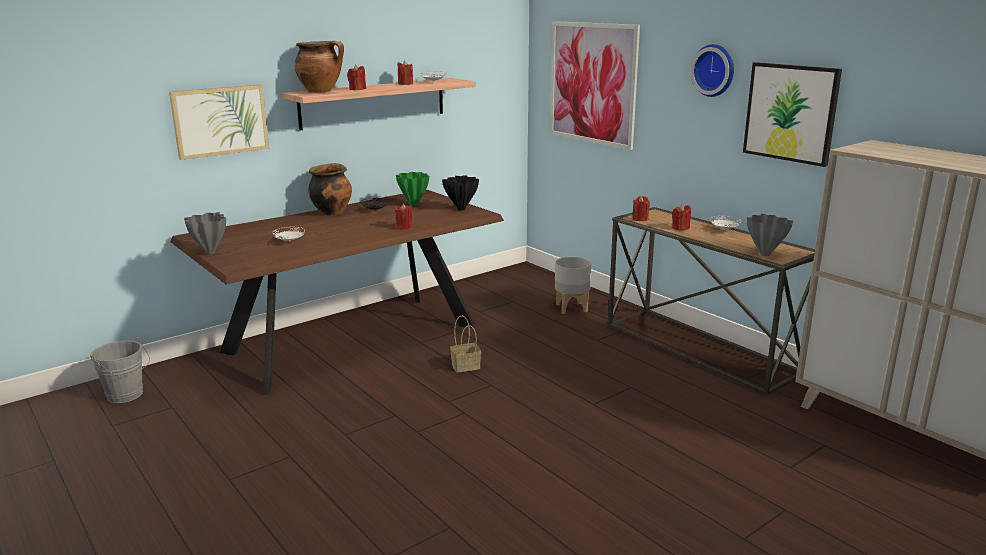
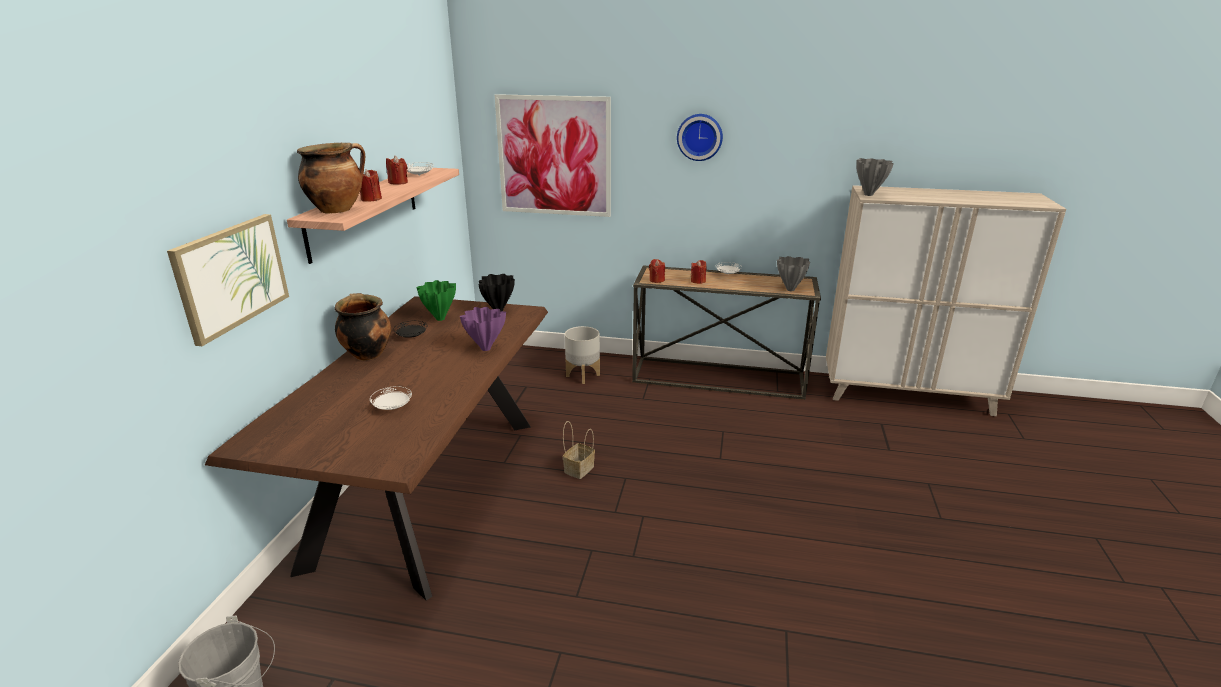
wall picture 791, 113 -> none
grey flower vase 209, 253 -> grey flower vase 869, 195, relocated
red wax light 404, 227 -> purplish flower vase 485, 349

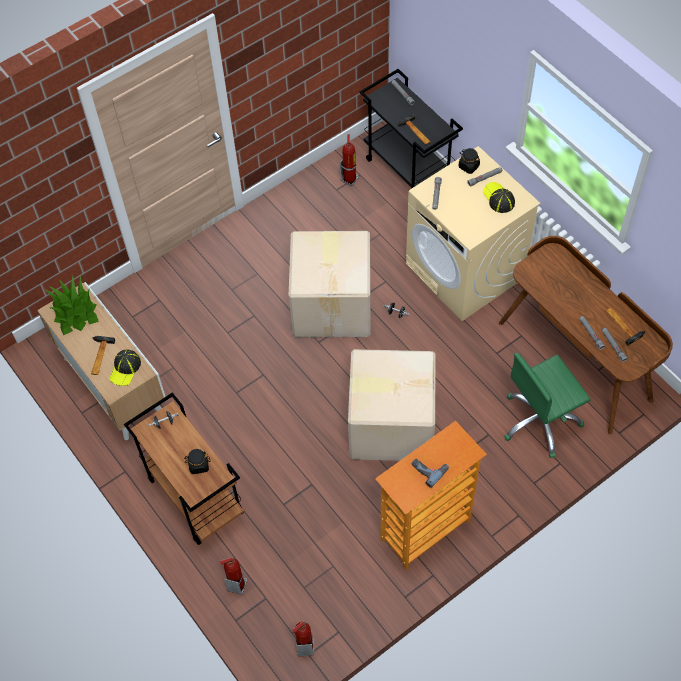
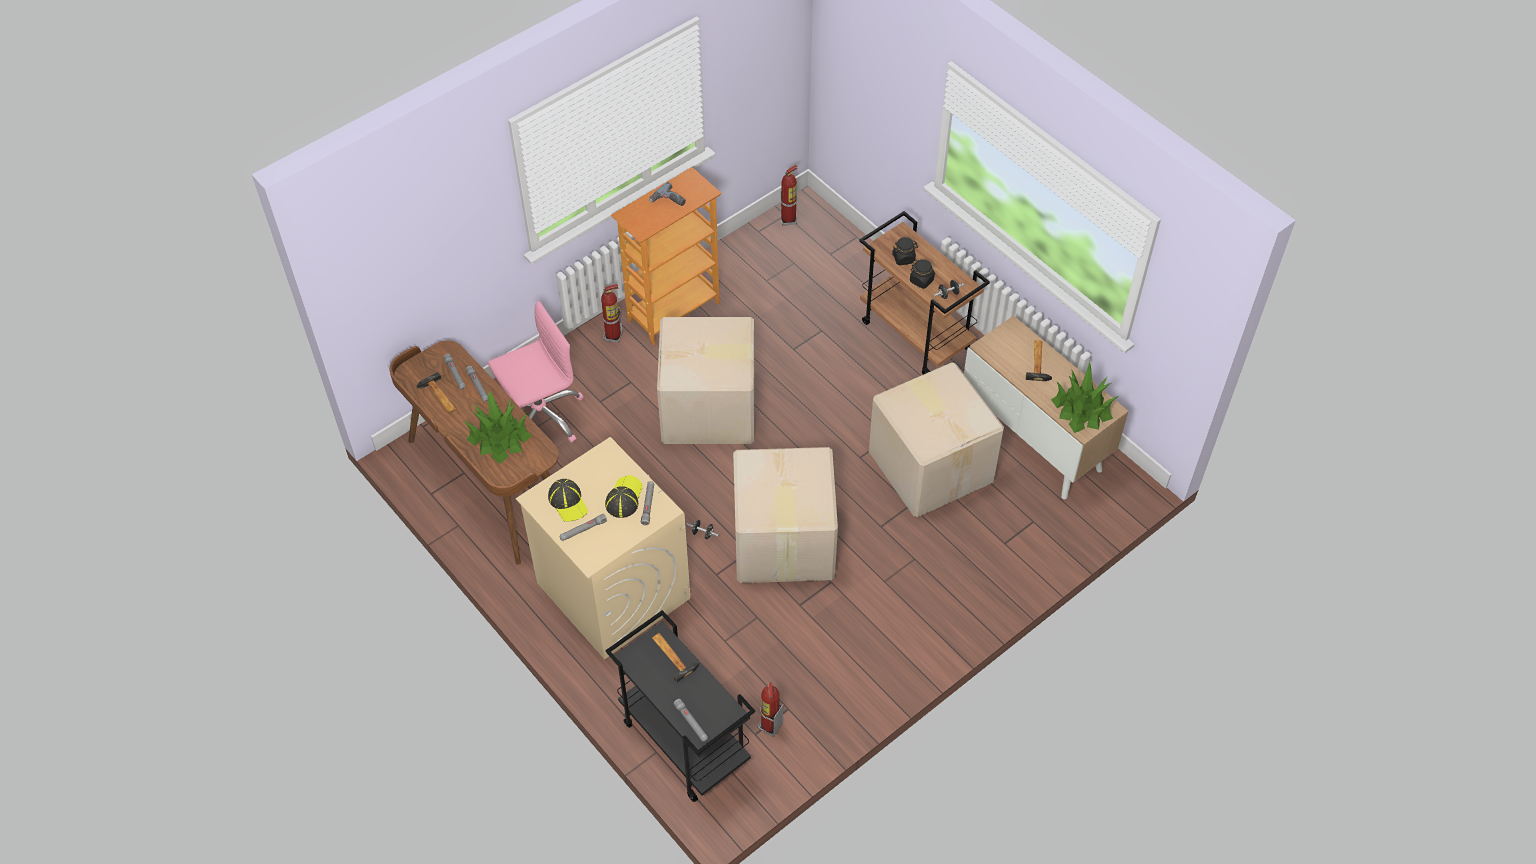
none -> houseplant 499, 437
none -> carton 931, 465
peaked cap 125, 369 -> peaked cap 624, 498, relocated
fire-fighting cylinder 236, 585 -> fire-fighting cylinder 613, 336, relocated
black jar 468, 166 -> black jar 921, 280, relocated
green computer chair 540, 421 -> pinkish computer chair 540, 416

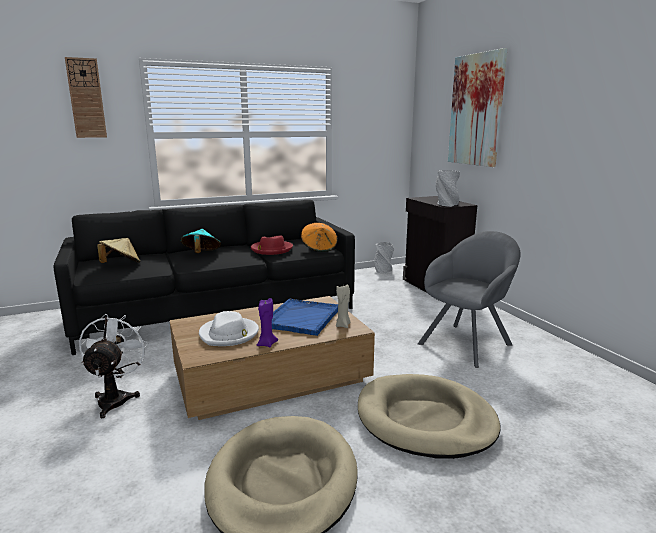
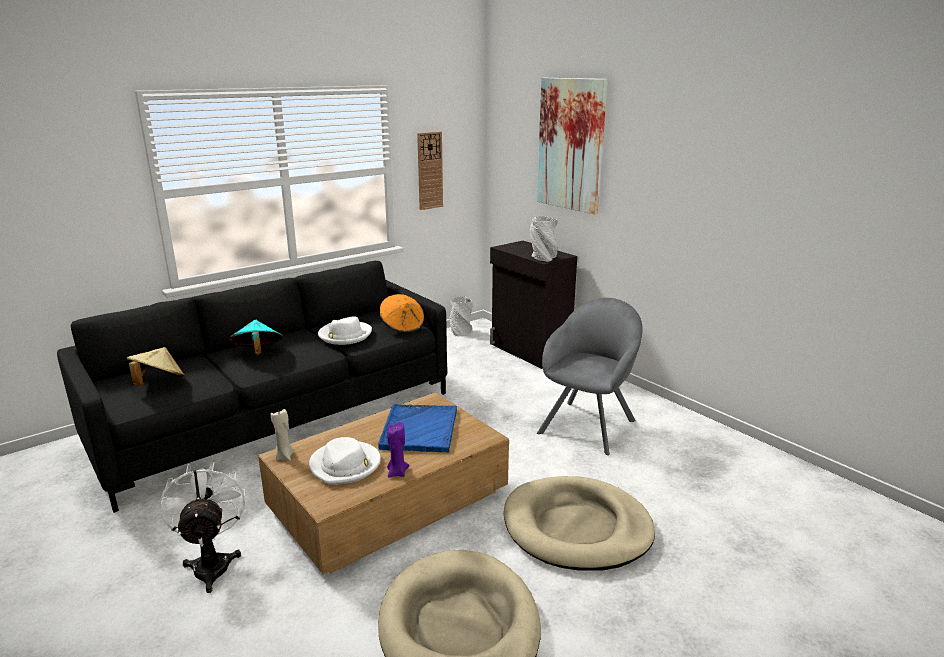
wall clock 86, 98 -> wall clock 429, 170, relocated
sand-coloured wax light 343, 325 -> sand-coloured wax light 285, 457, relocated
red hat 271, 249 -> white hat 344, 335

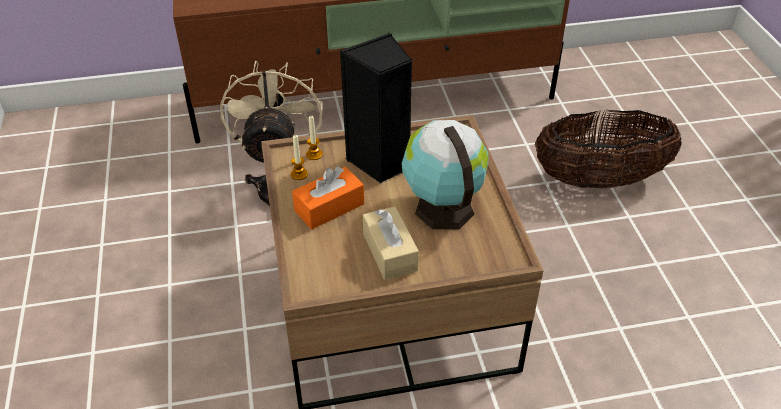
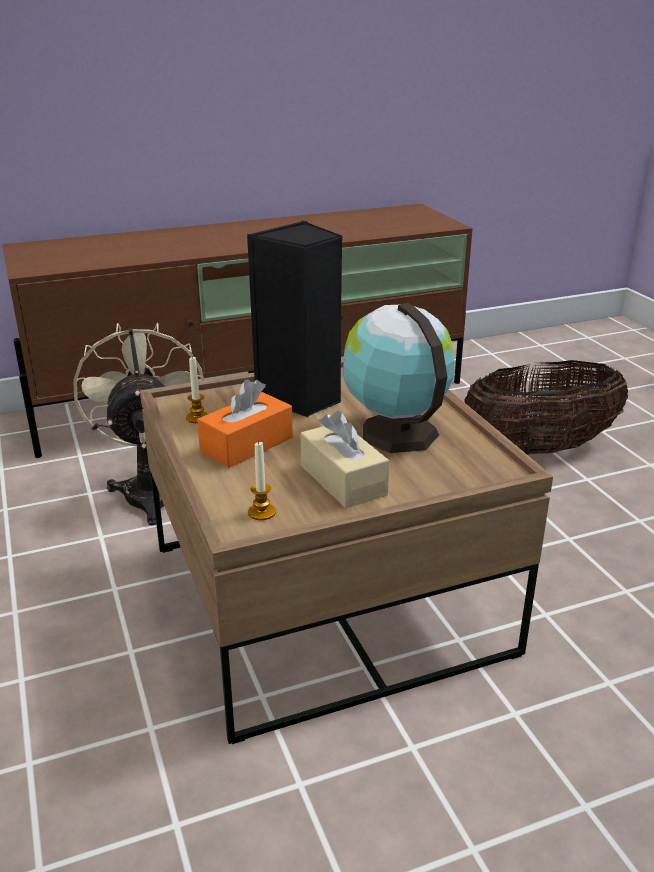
wax light 314, 154 -> wax light 261, 512, relocated

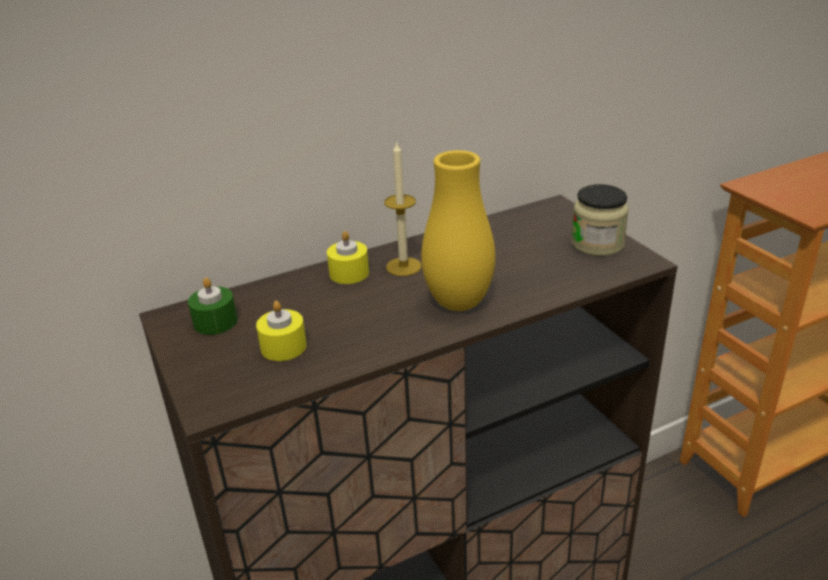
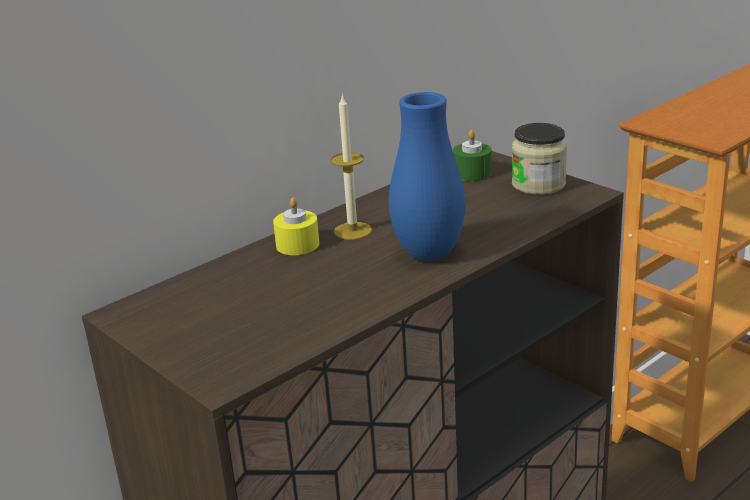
yellowish wax light 283, 347 -> none
green wax light 215, 322 -> green wax light 472, 173, relocated
yellowish flower vase 458, 303 -> blue flower vase 428, 254

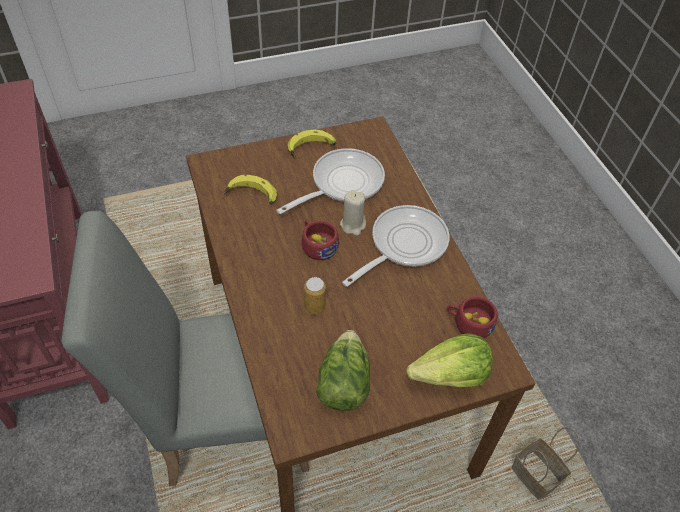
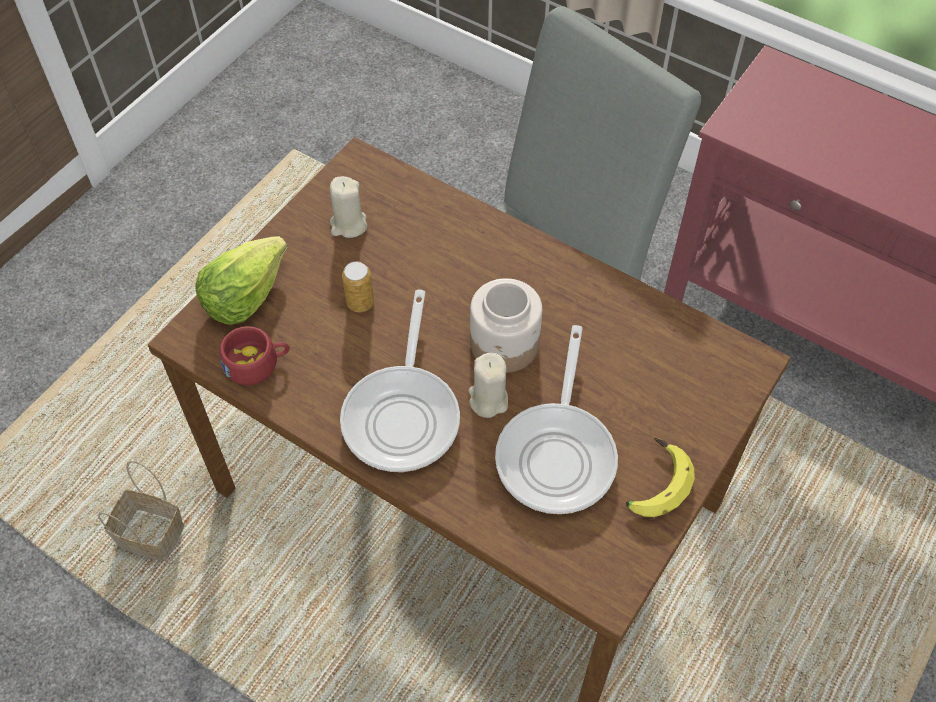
banana fruit 251, 196 -> none
sealed can 314, 307 -> sealed can 360, 303, relocated
red cup 317, 245 -> jar 505, 345
lettuce 343, 382 -> sand-coloured wax light 348, 225

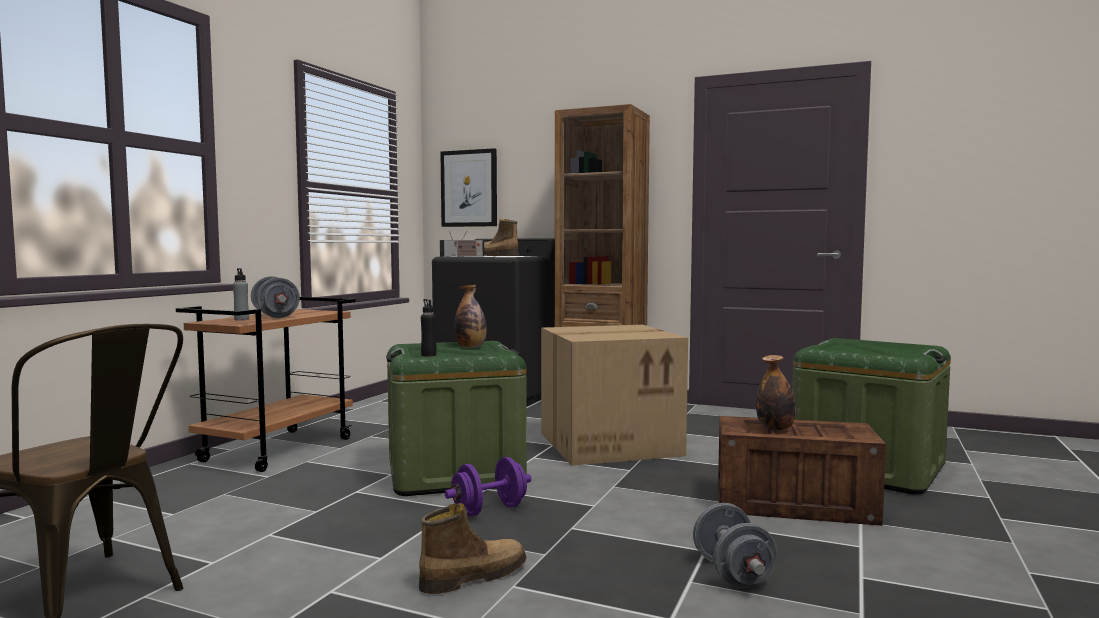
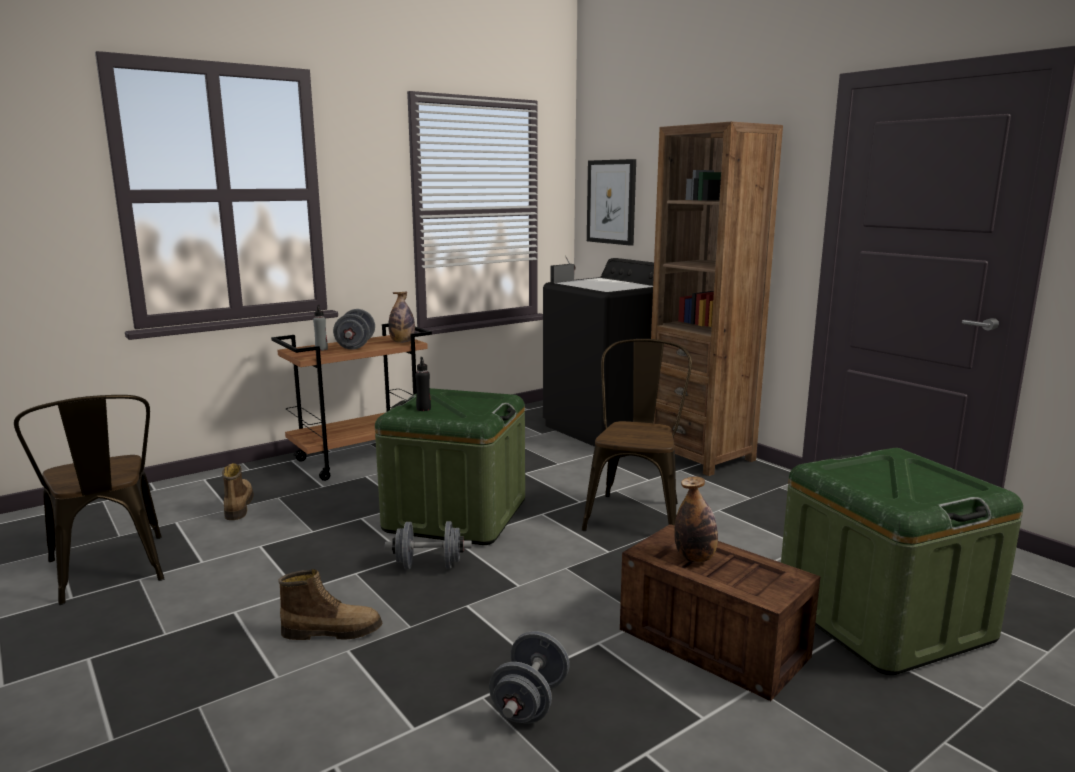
radio receiver 469, 256 -> none
bottle 470, 347 -> bottle 402, 342, relocated
high-top boot 497, 256 -> high-top boot 238, 506, relocated
carton 610, 443 -> brown-coloured plain chair 636, 512
purplish hand weight 489, 510 -> grey hand weight 429, 565

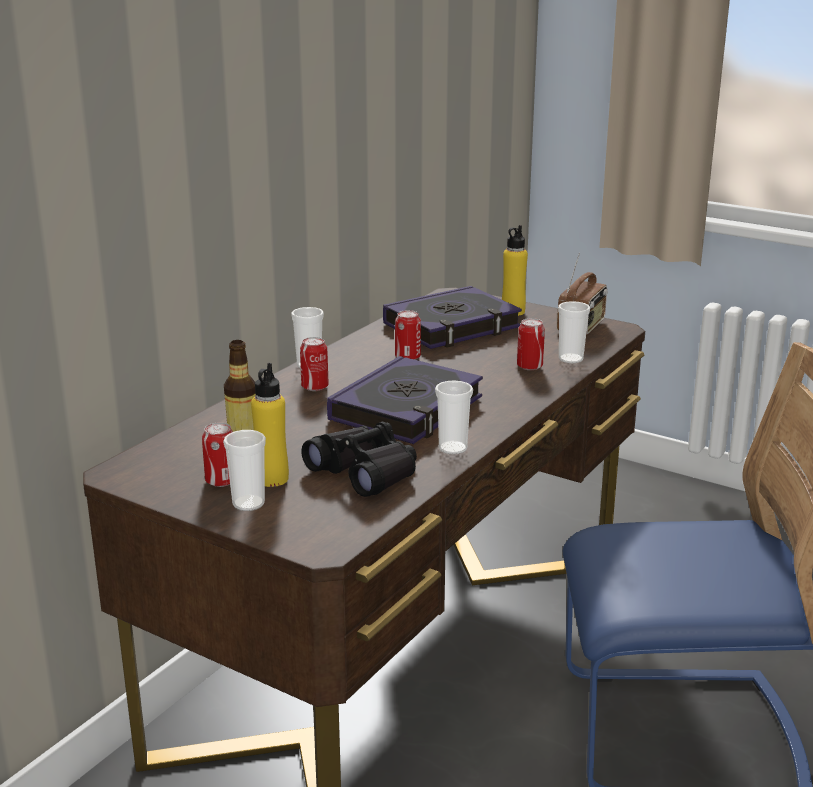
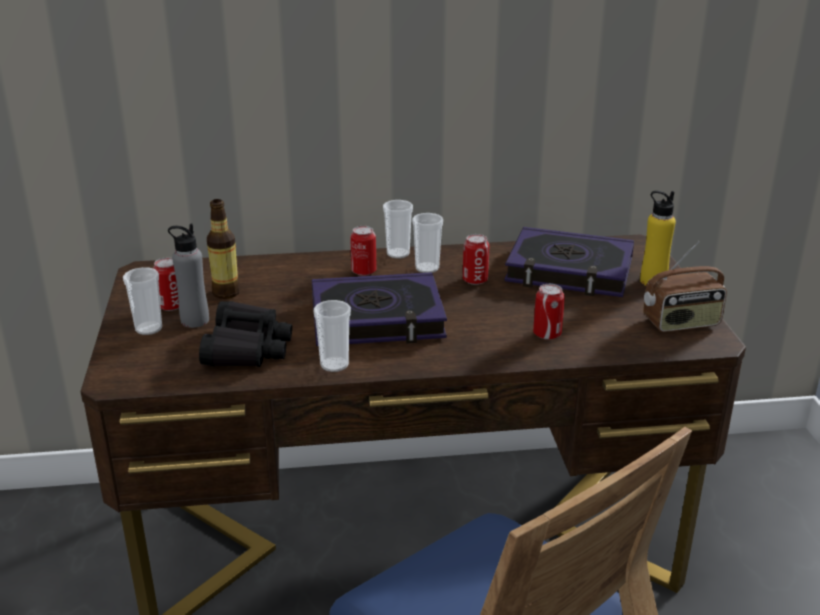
cup 571, 359 -> cup 427, 268, relocated
yellowish bottle 272, 479 -> grey bottle 194, 320

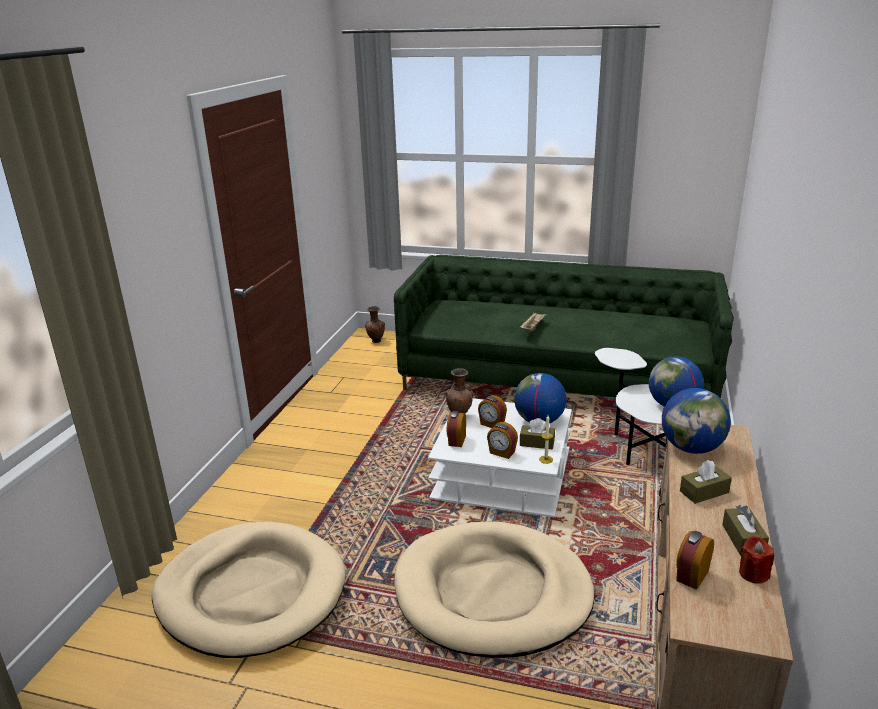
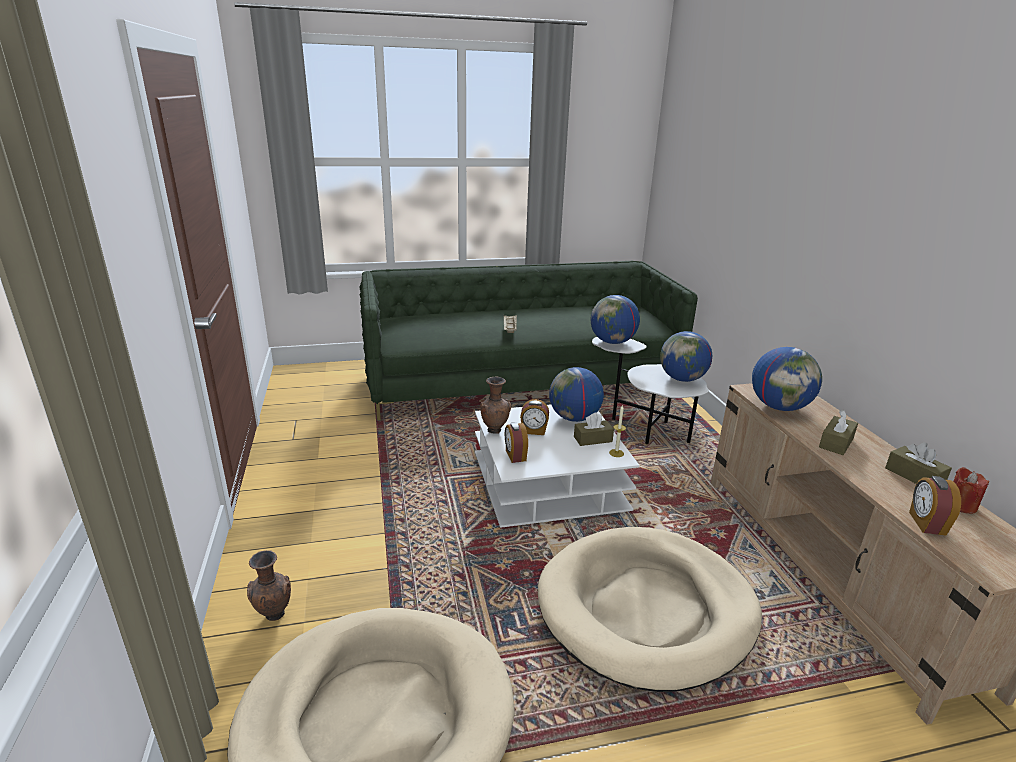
table clock 502, 453 -> none
none -> globe 612, 342
brown-coloured flower vase 375, 341 -> brown-coloured flower vase 273, 615, relocated

